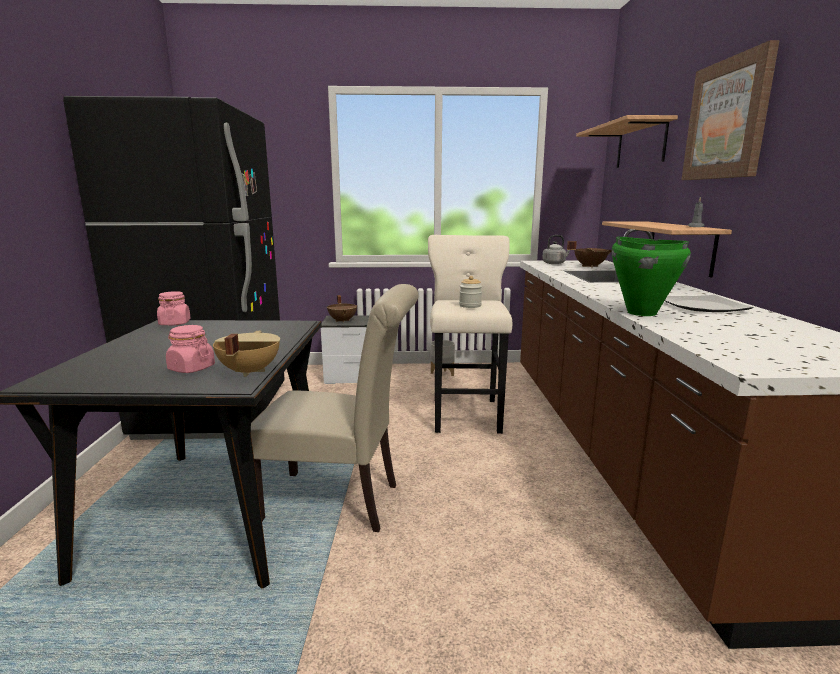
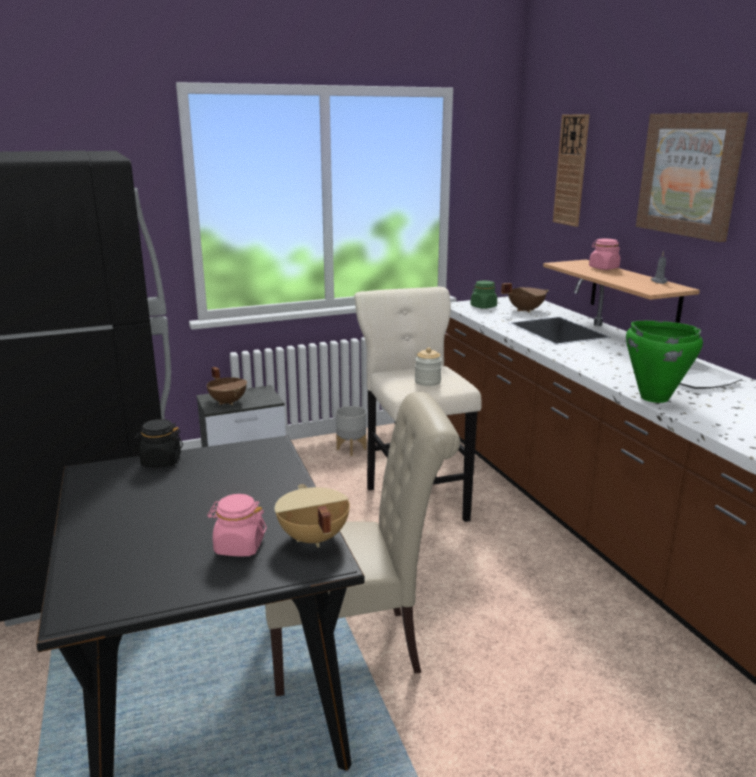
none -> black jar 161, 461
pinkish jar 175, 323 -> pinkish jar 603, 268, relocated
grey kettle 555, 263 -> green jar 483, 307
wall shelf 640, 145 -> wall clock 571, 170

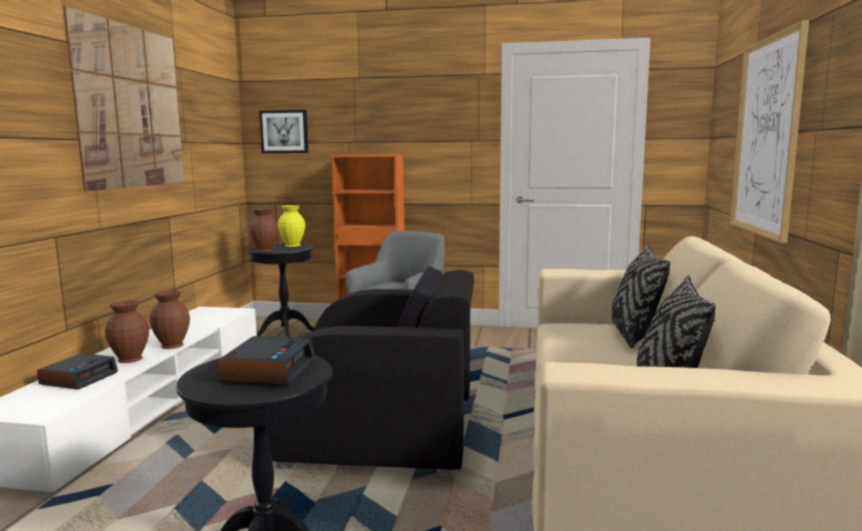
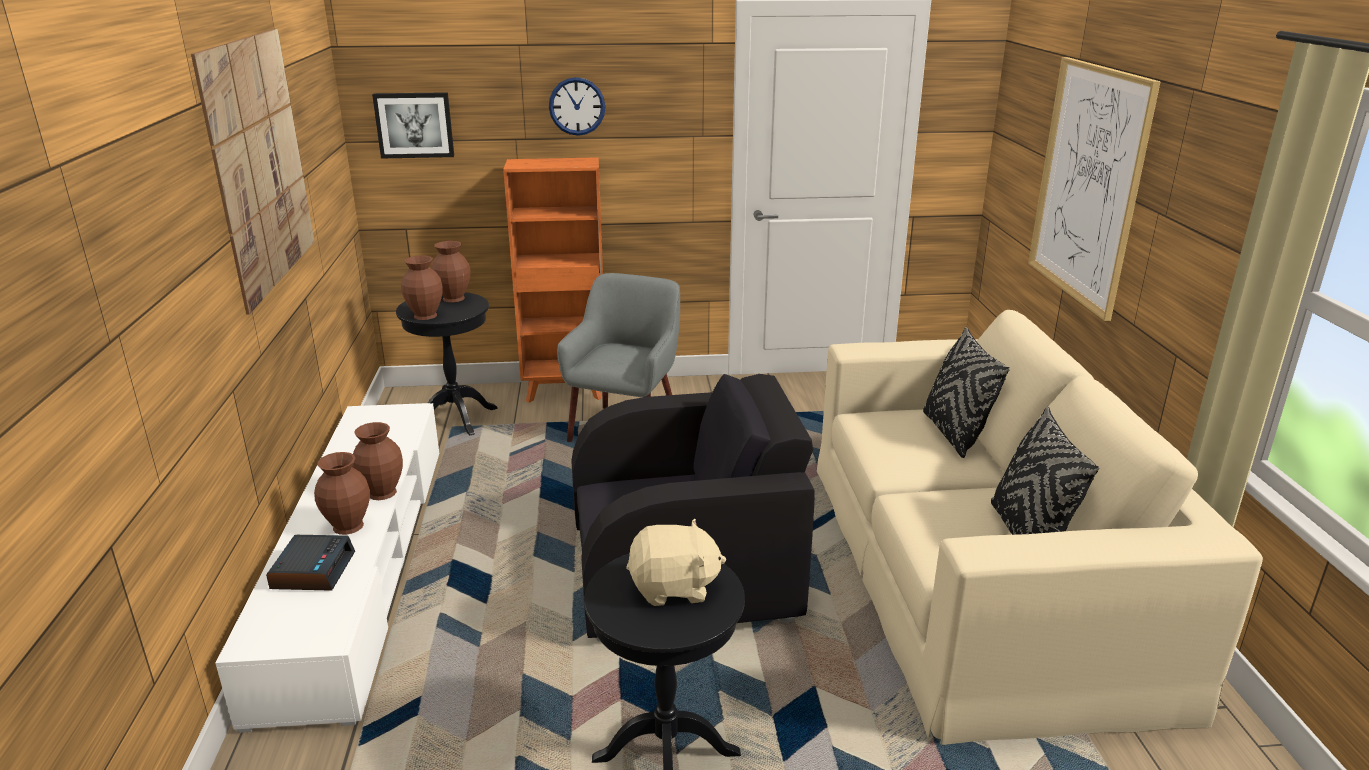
none -> wall clock 577, 106
table clock 268, 371 -> sand-coloured soft toy 674, 587
yellowish flower vase 292, 245 -> brown-coloured flower vase 453, 298

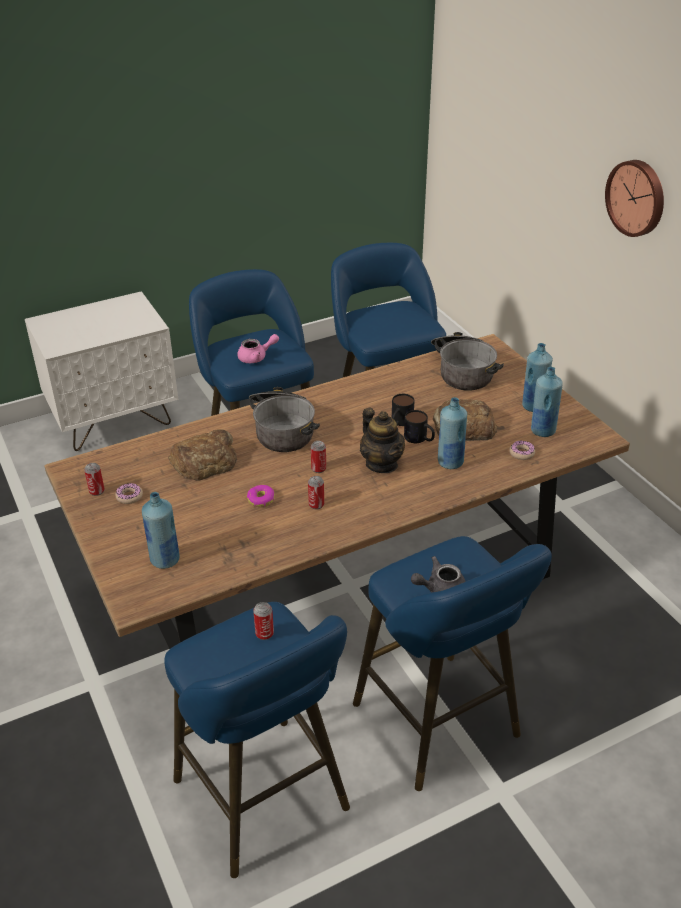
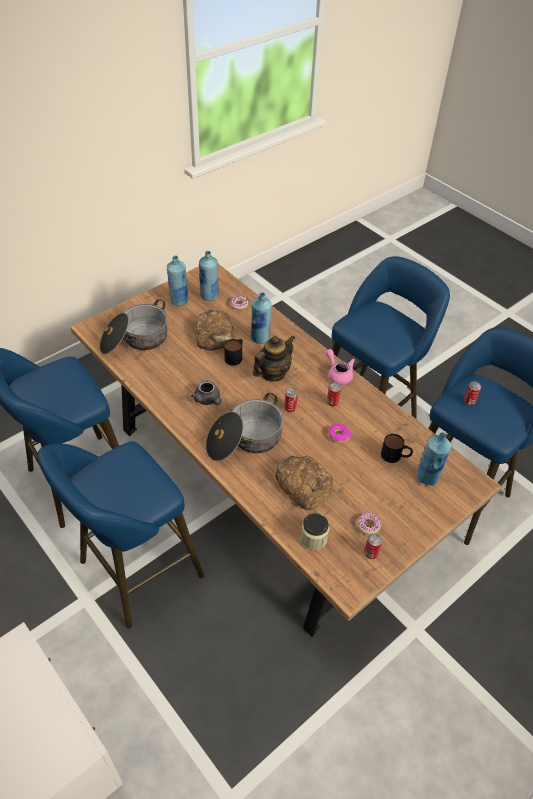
wall clock 637, 197 -> none
none -> jar 313, 538
pinkish pot for tea 256, 357 -> pinkish pot for tea 338, 374, relocated
coffee mug 400, 422 -> coffee mug 395, 456, relocated
grey pot for tea 440, 589 -> grey pot for tea 208, 400, relocated

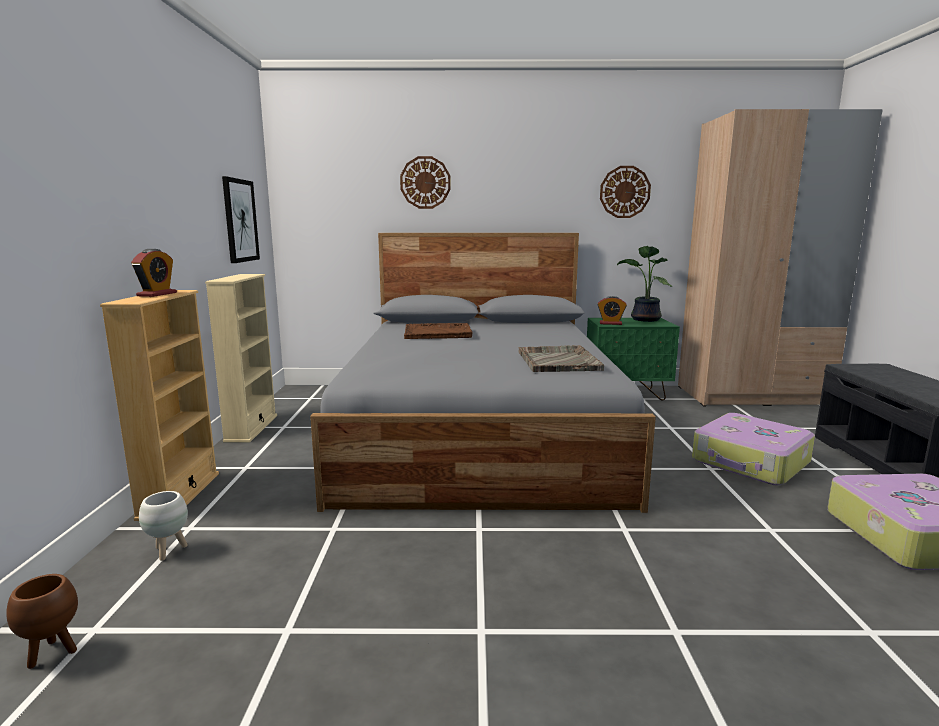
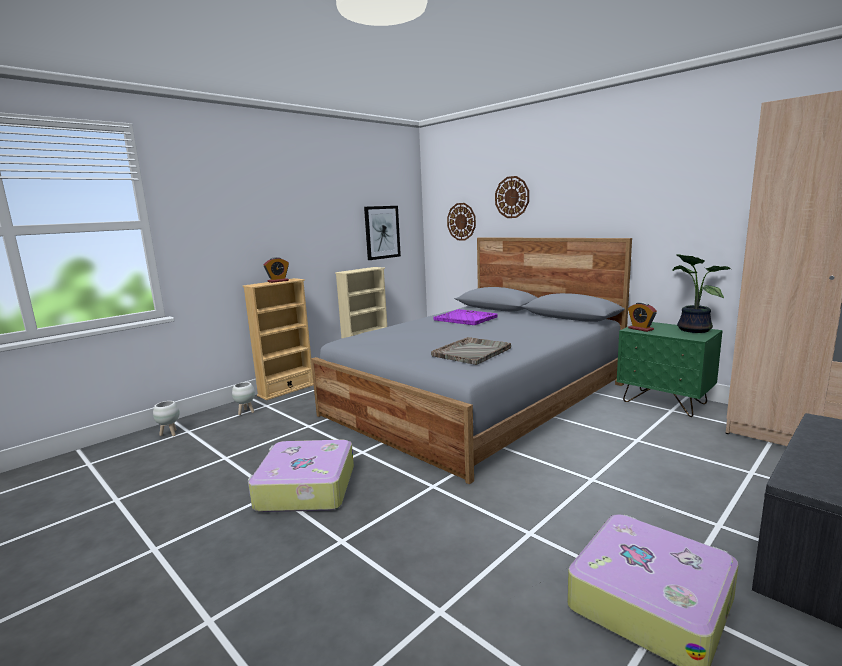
wall clock 624, 192 -> wall clock 461, 221, relocated
travel case 750, 462 -> travel case 305, 488, relocated
brown-coloured flower pot 53, 653 -> white flower pot 170, 434
brown-coloured tray 438, 333 -> purplish tray 466, 318

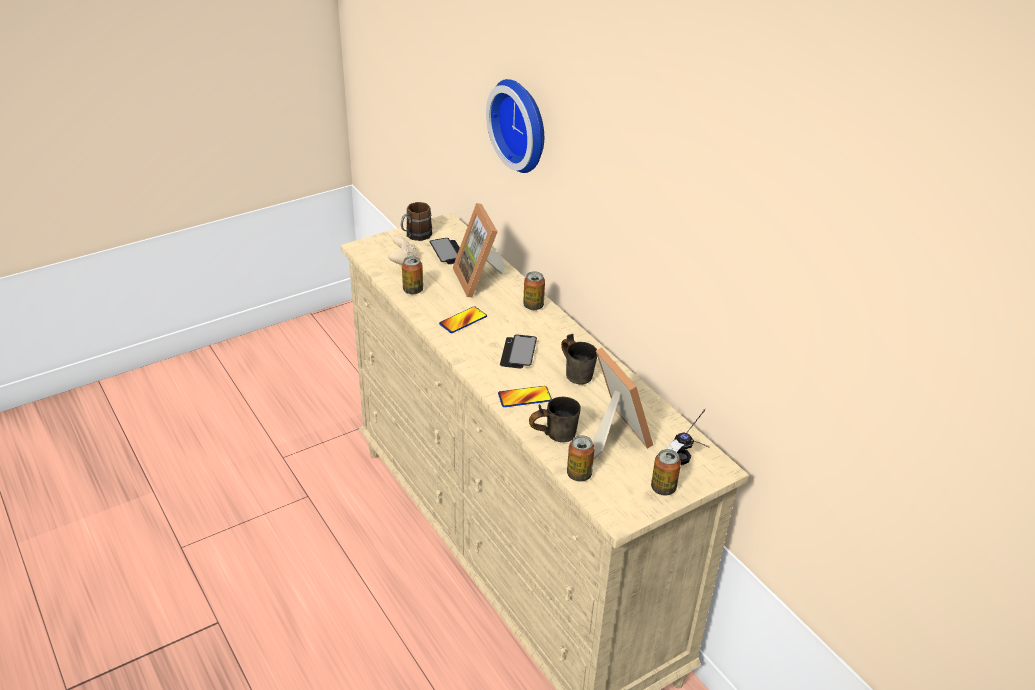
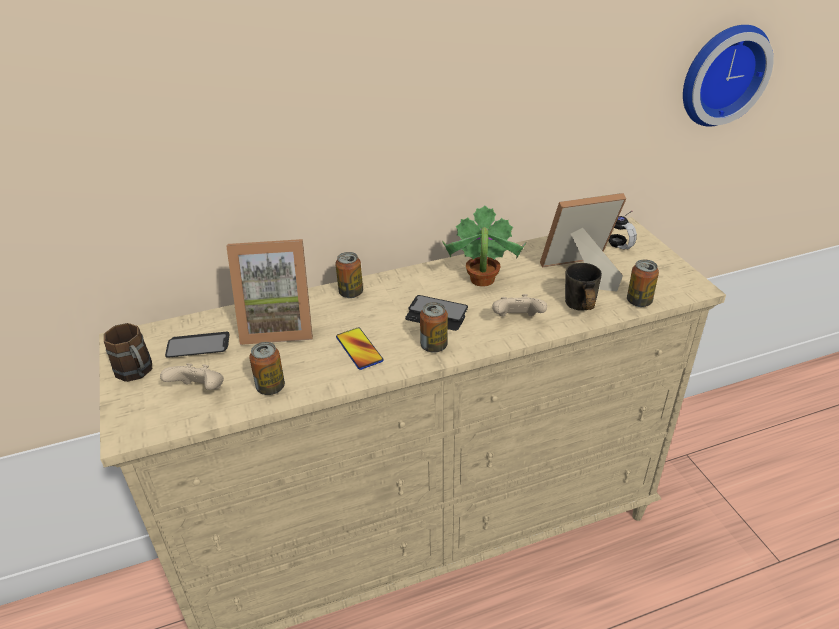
wall clock 522, 124 -> wall clock 720, 74, relocated
sealed can 663, 488 -> sealed can 434, 346, relocated
handset 524, 397 -> sand-coloured game controller 517, 320
grey coffee mug 578, 373 -> houseplant 481, 280

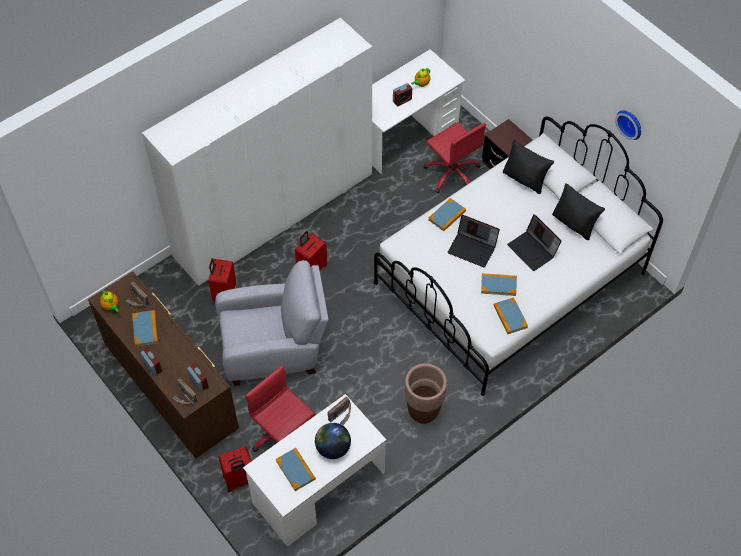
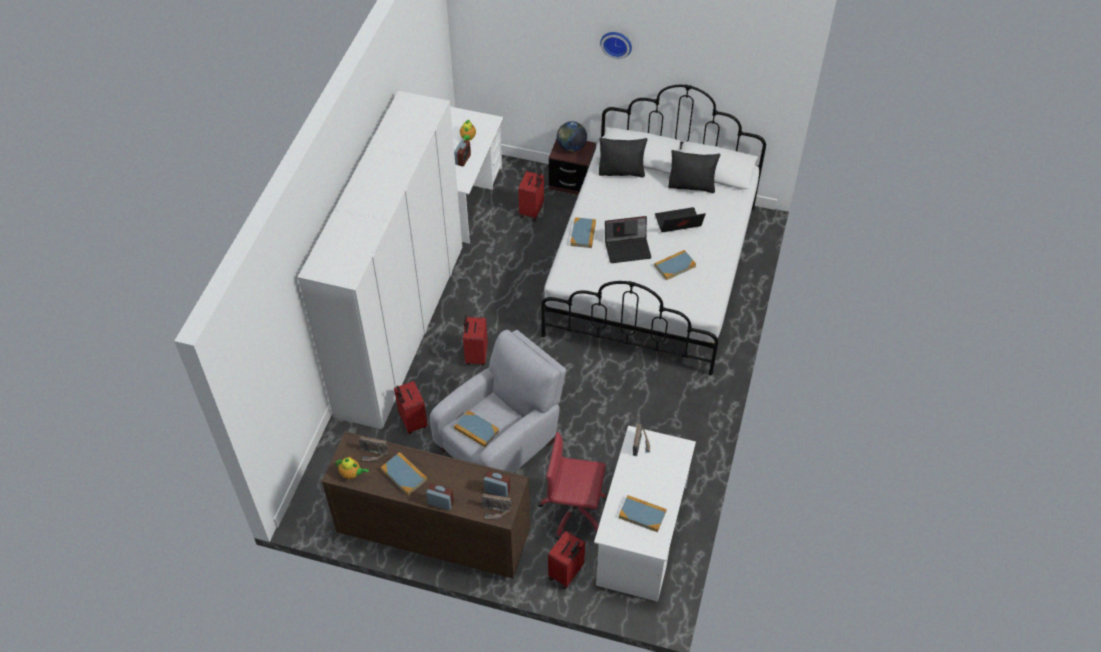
brown-coloured flower pot 423, 411 -> none
globe 333, 448 -> globe 571, 147, relocated
book 510, 317 -> book 476, 430, relocated
wall clock 630, 123 -> wall clock 616, 43, relocated
red computer chair 452, 173 -> red travel case 532, 211
notebook computer 533, 250 -> notebook computer 678, 223, 150 degrees clockwise

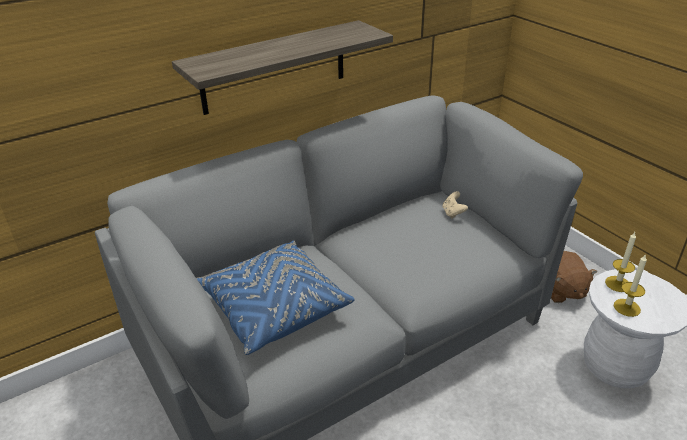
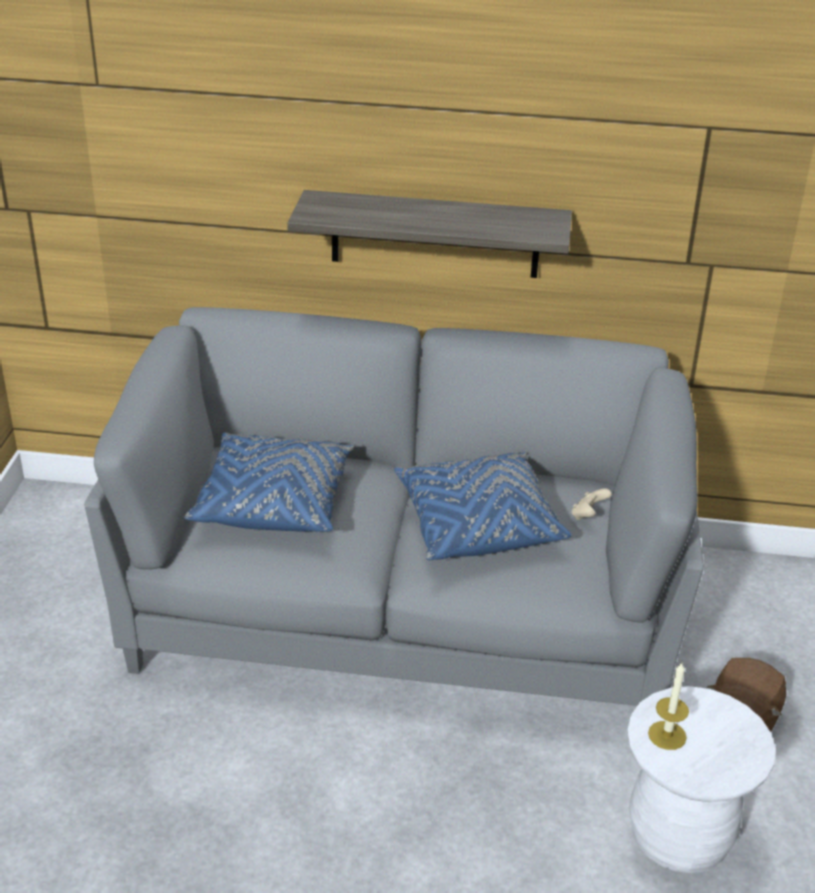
wax light 617, 284 -> none
none -> blue throw pillow 477, 524

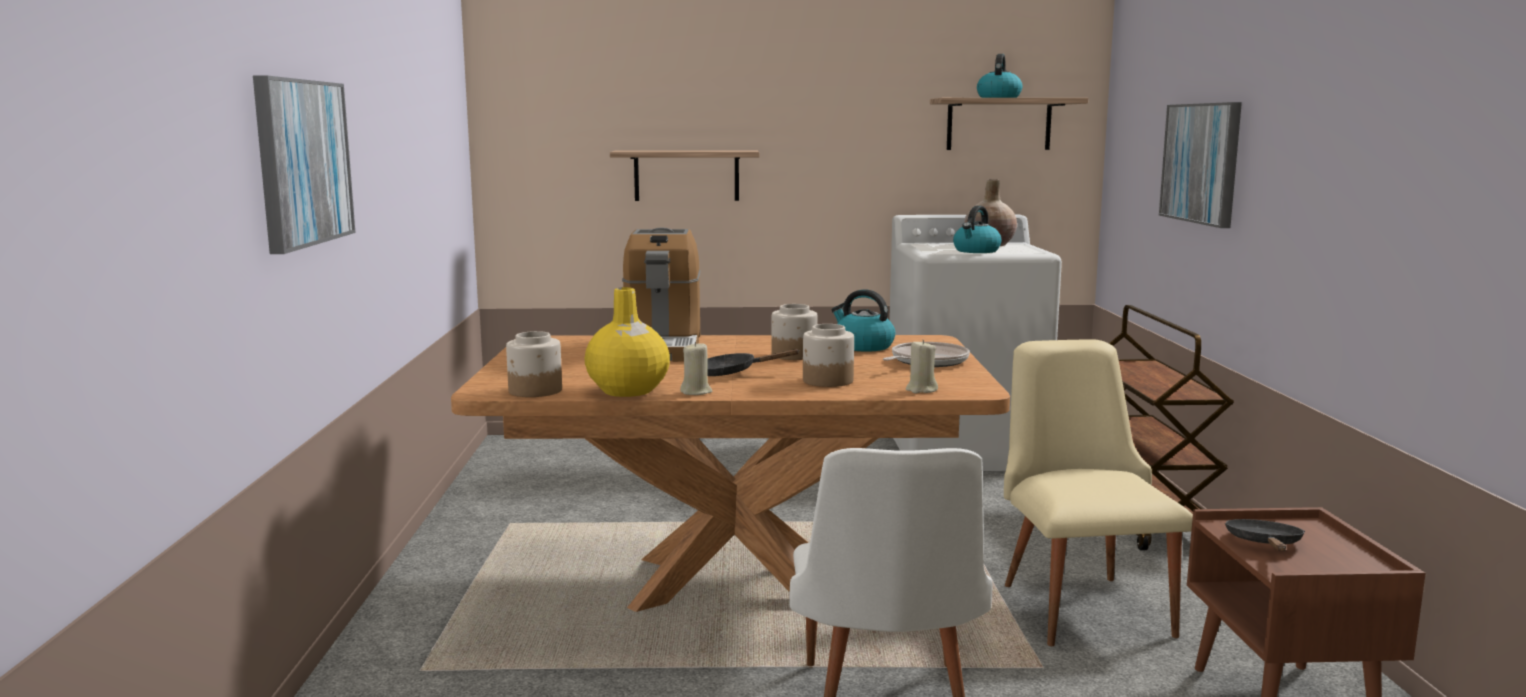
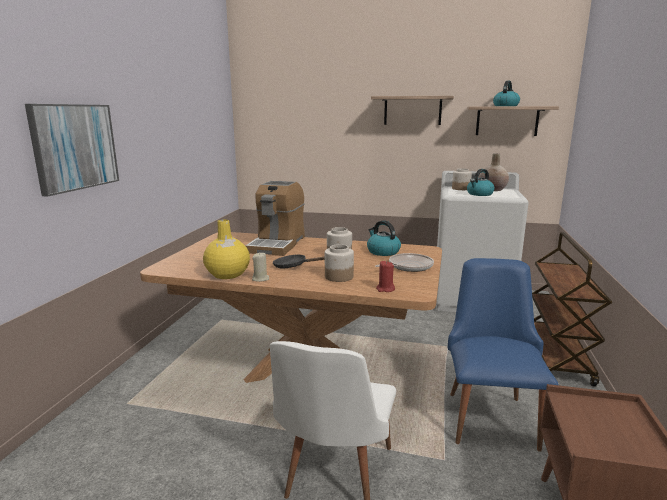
wall picture 1201, 163 -> none
black pan 1265, 544 -> none
jar 535, 391 -> jar 461, 189, relocated
wall shelf 686, 175 -> wall shelf 412, 110, relocated
sand-coloured wax light 921, 390 -> red wax light 385, 289
sand-coloured plain chair 1080, 601 -> blue plain chair 490, 413

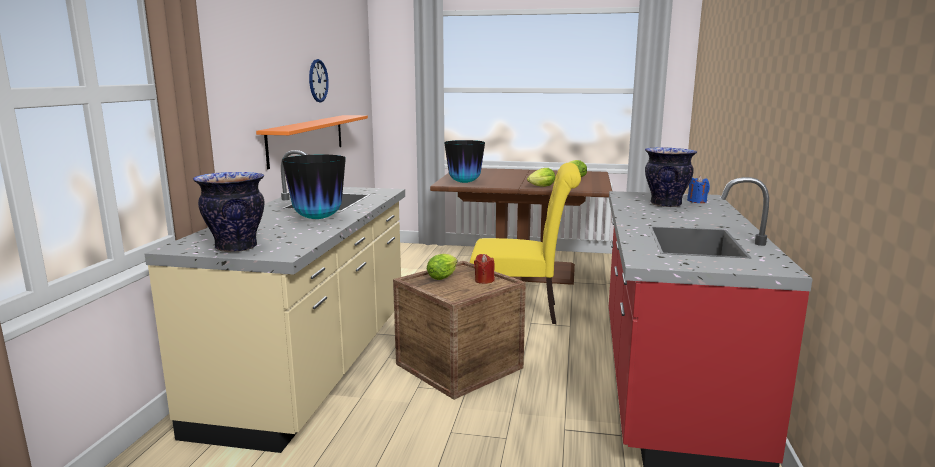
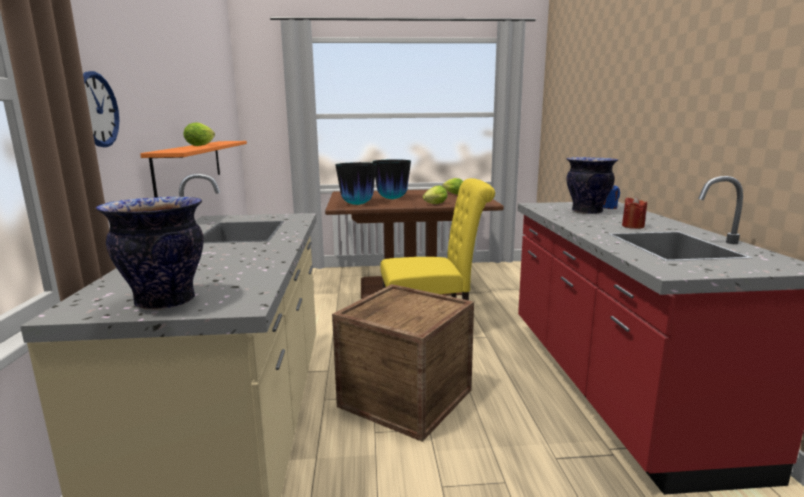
flower vase 318, 218 -> flower vase 392, 199, relocated
wall clock 318, 80 -> wall clock 97, 110, relocated
lettuce 444, 277 -> lettuce 202, 145, relocated
red wax light 484, 280 -> red wax light 633, 226, relocated

